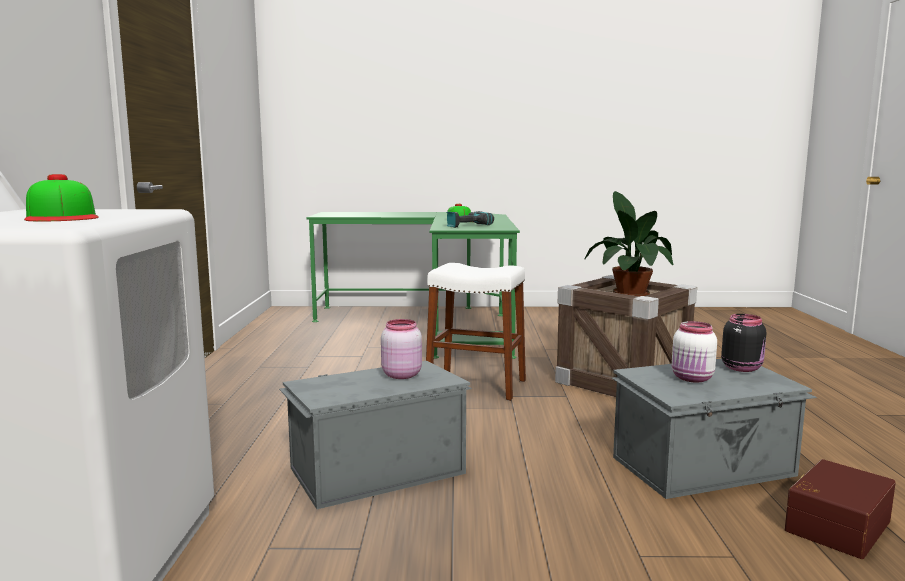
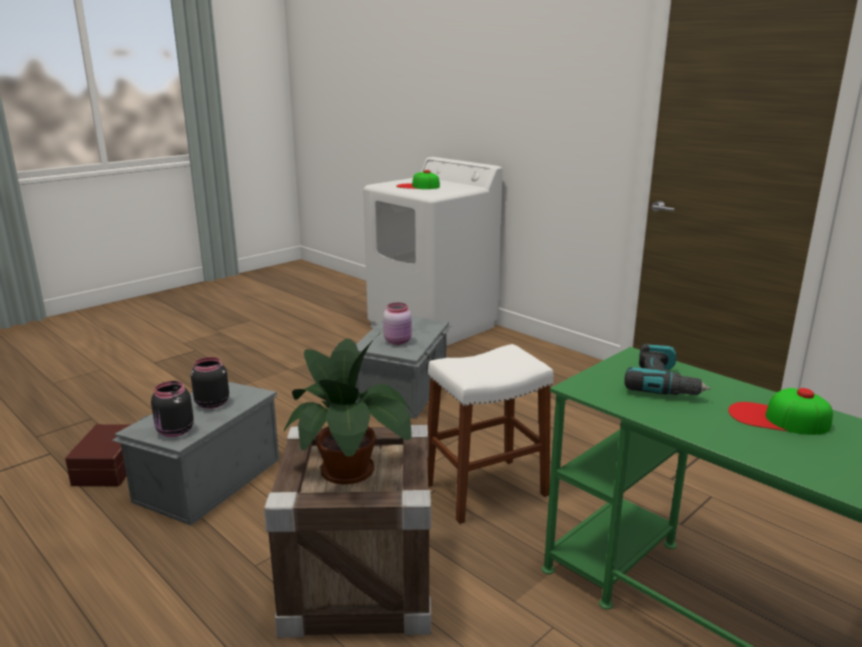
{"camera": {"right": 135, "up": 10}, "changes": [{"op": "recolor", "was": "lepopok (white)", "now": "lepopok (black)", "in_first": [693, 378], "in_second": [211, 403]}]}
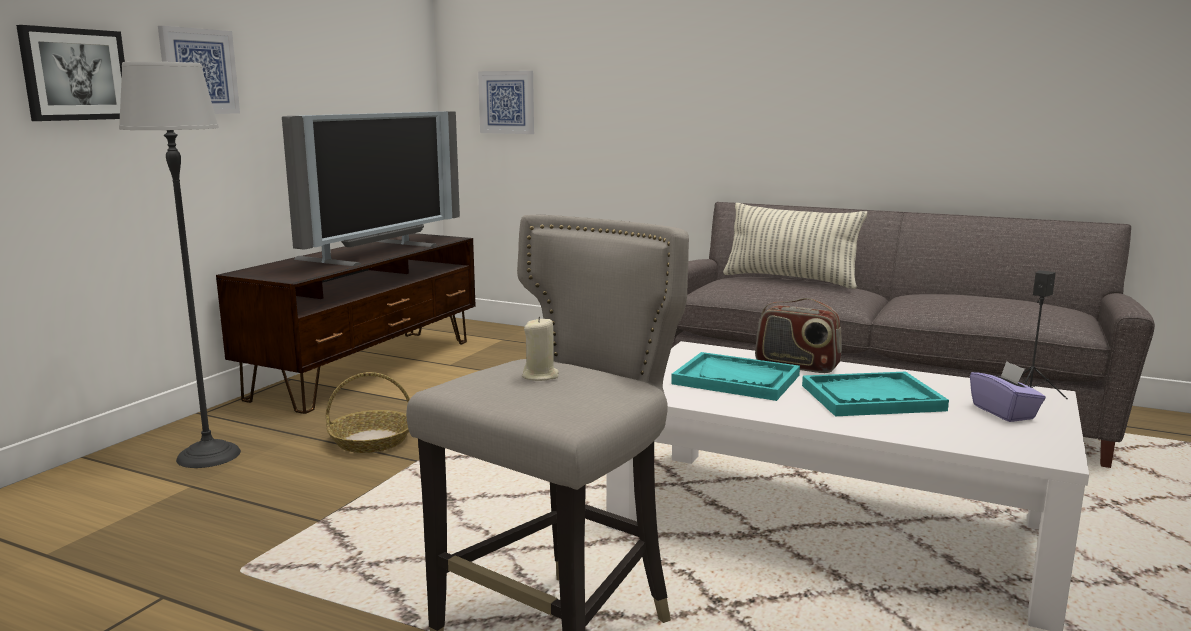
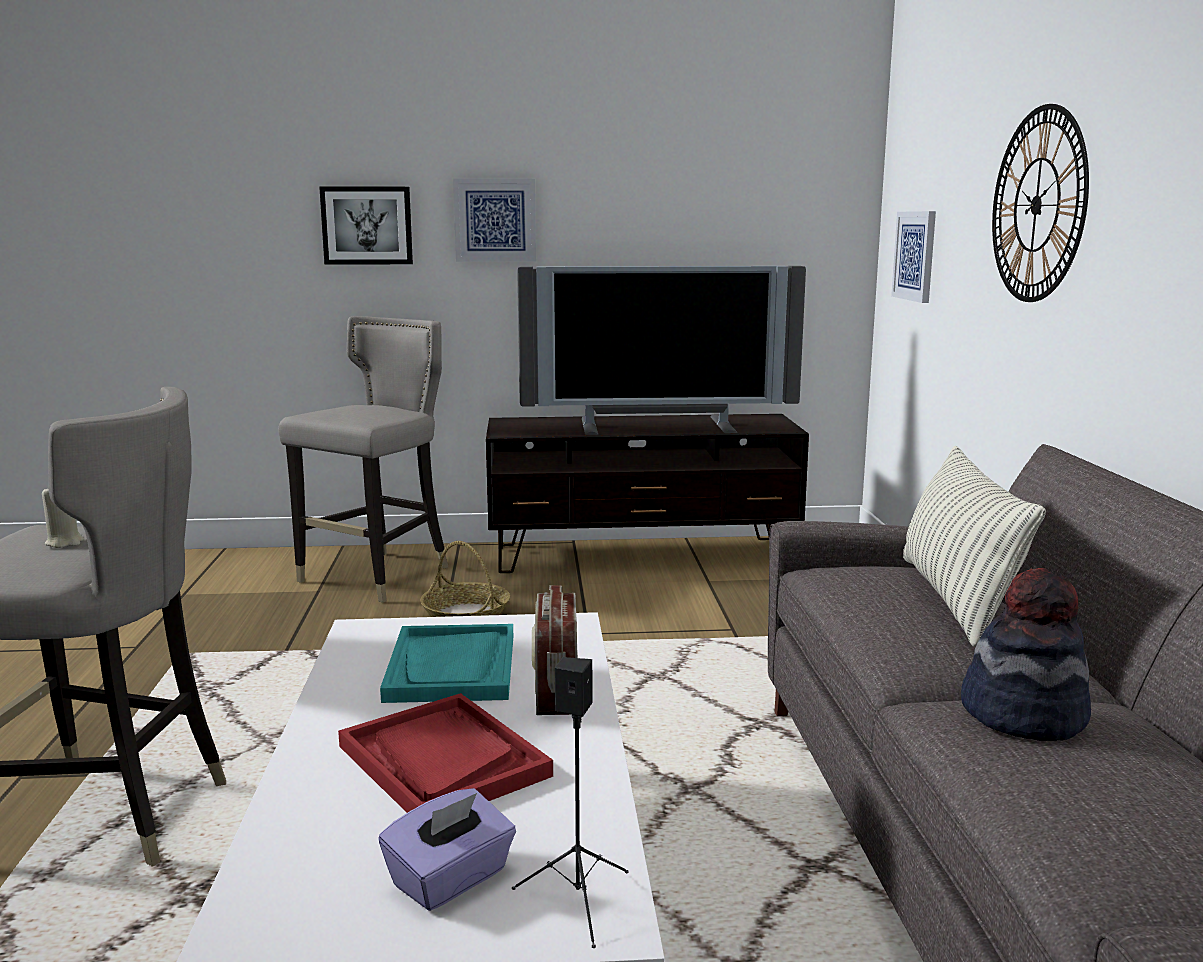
{"camera": {"right": 60, "up": 0}, "changes": [{"op": "replace", "was": "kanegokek", "now": "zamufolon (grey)", "in_first": [209, 455], "in_second": [379, 575]}, {"op": "recolor", "was": "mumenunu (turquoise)", "now": "mumenunu (red)", "in_first": [871, 398], "in_second": [442, 761]}, {"op": "insert", "now": "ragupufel", "in_second": [1037, 205]}, {"op": "insert", "now": "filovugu", "in_second": [1023, 715]}]}
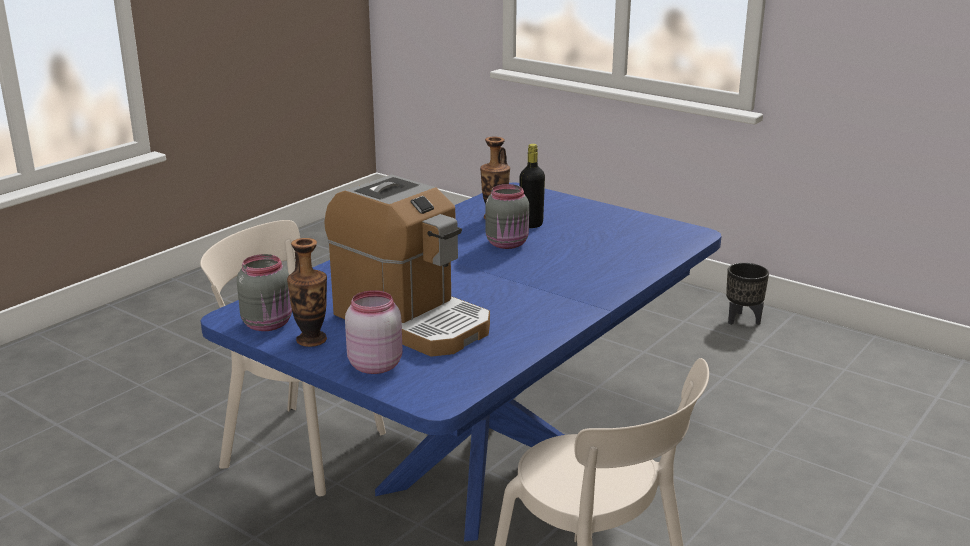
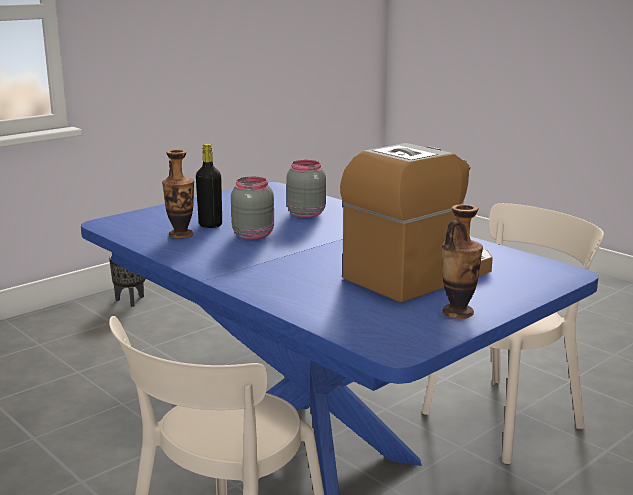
{"camera": {"right": -80, "up": -5}, "changes": [{"op": "move", "was": "lepopok (grey)", "in_first": [269, 324], "in_second": [306, 214]}, {"op": "delete", "was": "lepopok (pink)", "in_first": [374, 365]}]}
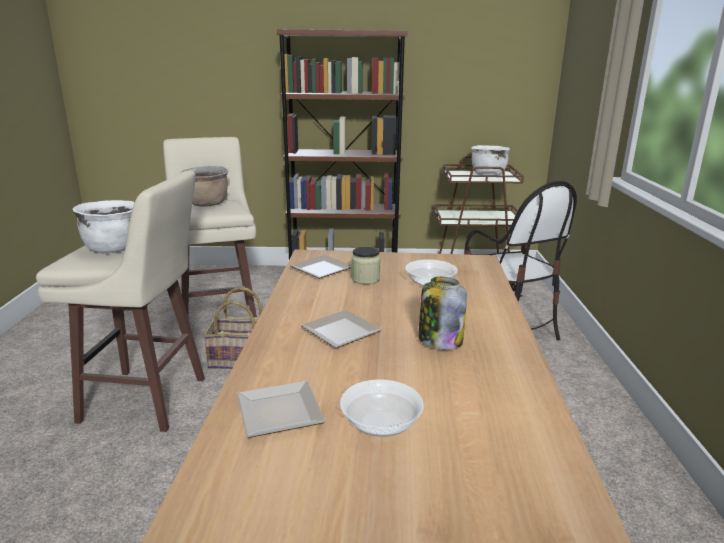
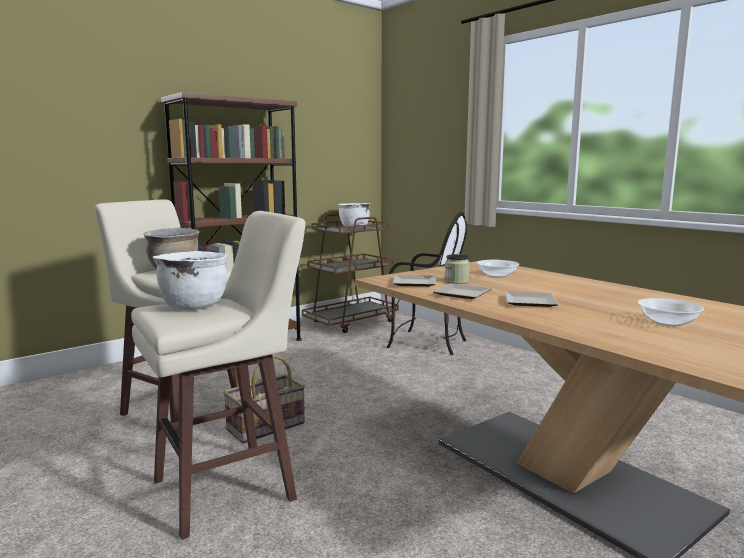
{"camera": {"right": -40, "up": -10}, "changes": [{"op": "delete", "was": "lepopok", "in_first": [439, 340]}, {"op": "move", "was": "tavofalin", "in_first": [277, 415], "in_second": [463, 294]}]}
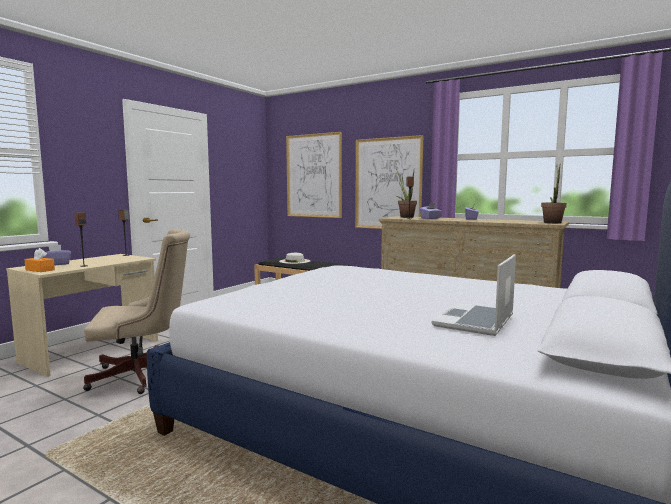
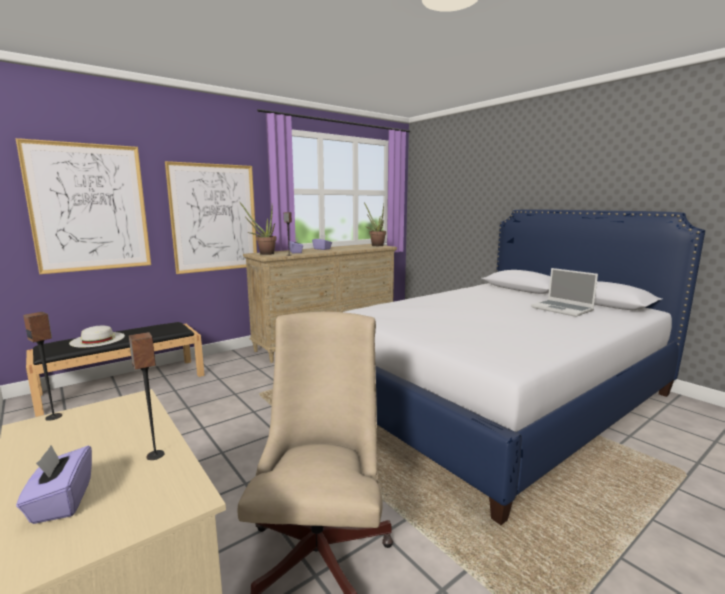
{"camera": {"right": -70, "up": 5}, "changes": [{"op": "delete", "was": "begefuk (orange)", "in_first": [40, 270]}]}
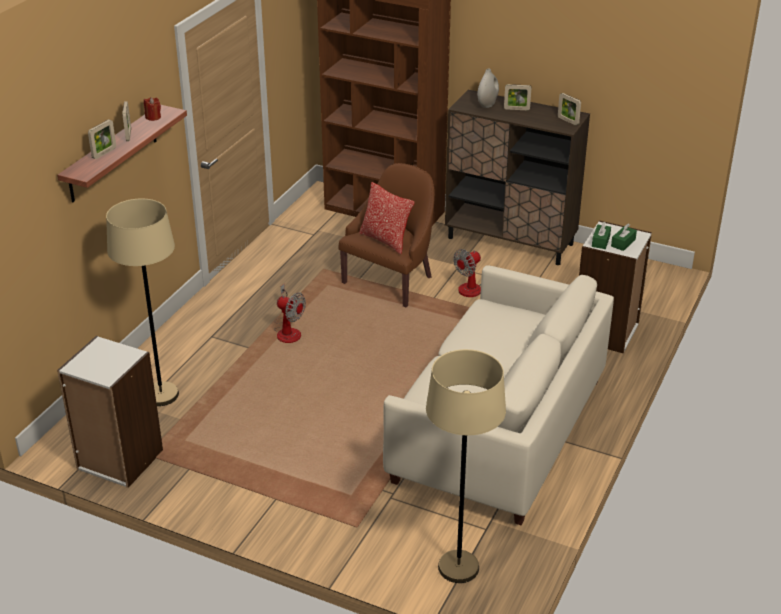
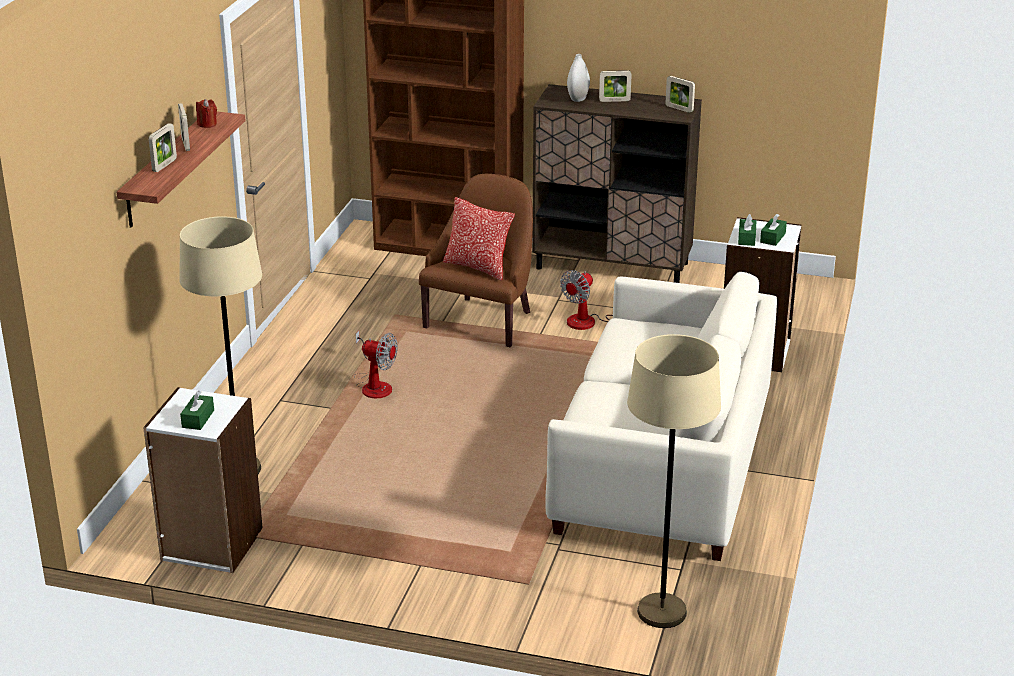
{"camera": {"right": -10, "up": -5}, "changes": [{"op": "insert", "now": "begefuk (green)", "in_second": [198, 419]}]}
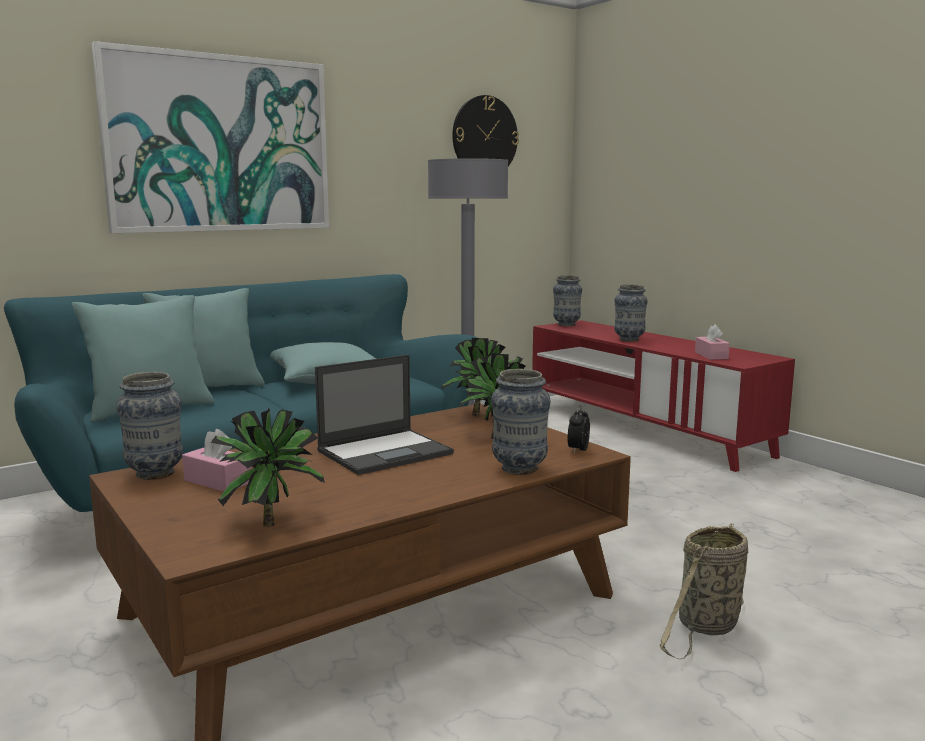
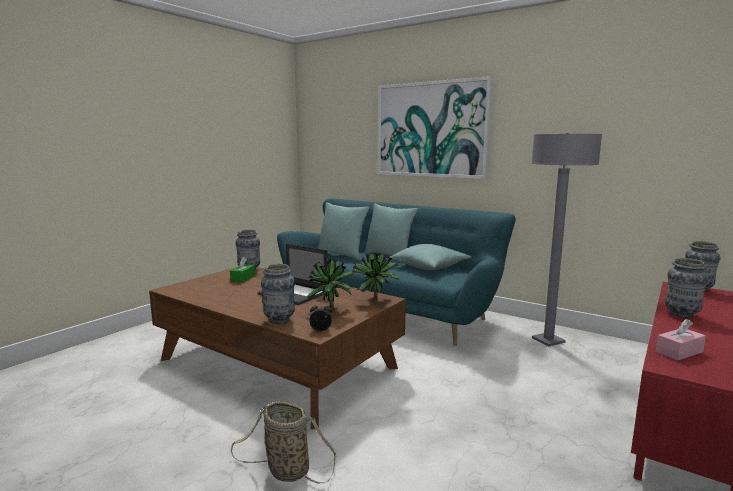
{"camera": {"right": 70, "up": 0}, "changes": [{"op": "delete", "was": "ragupufel", "in_first": [484, 137]}, {"op": "delete", "was": "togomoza", "in_first": [271, 522]}, {"op": "recolor", "was": "begefuk (pink)", "now": "begefuk (green)", "in_first": [218, 481], "in_second": [243, 278]}]}
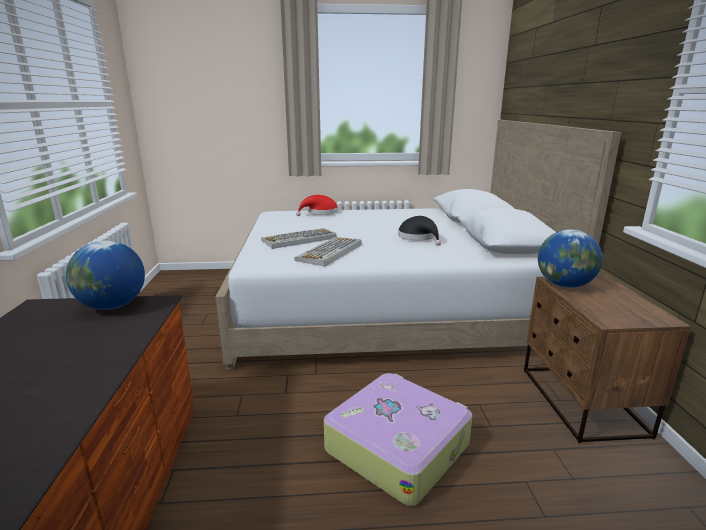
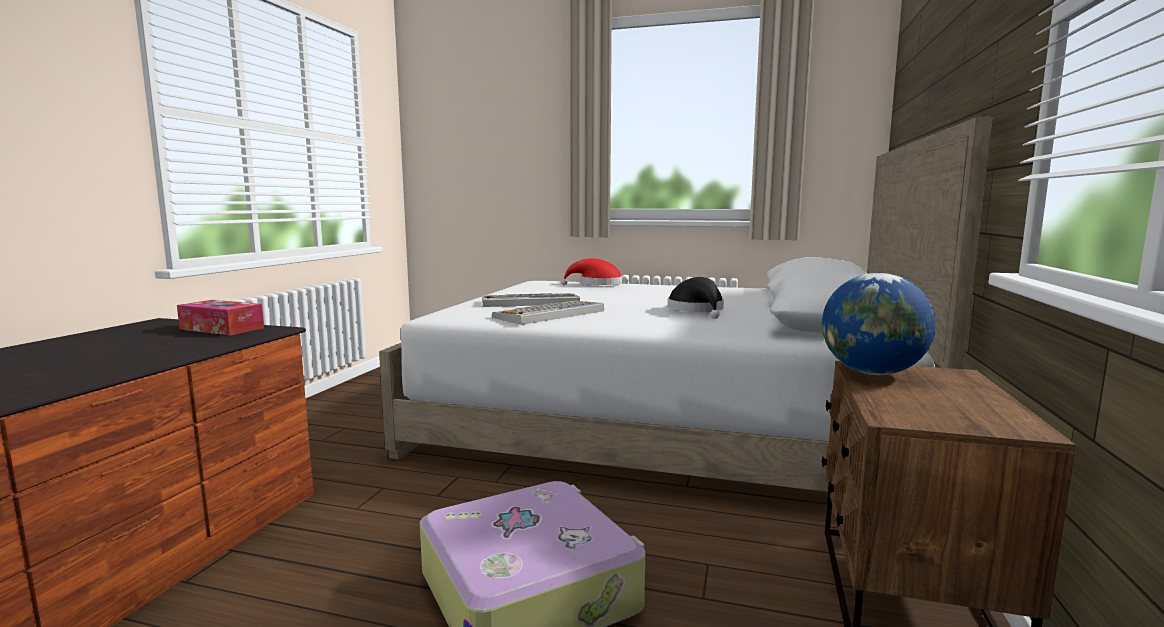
{"camera": {"right": 20, "up": -10}, "changes": [{"op": "replace", "was": "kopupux", "now": "begefuk", "in_first": [112, 306], "in_second": [222, 328]}]}
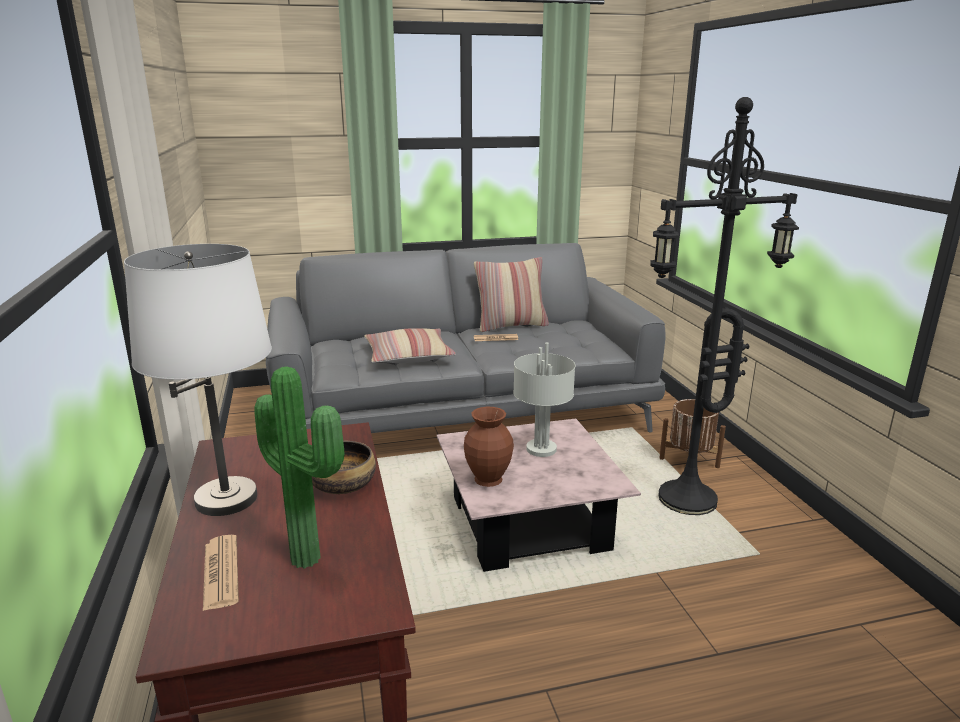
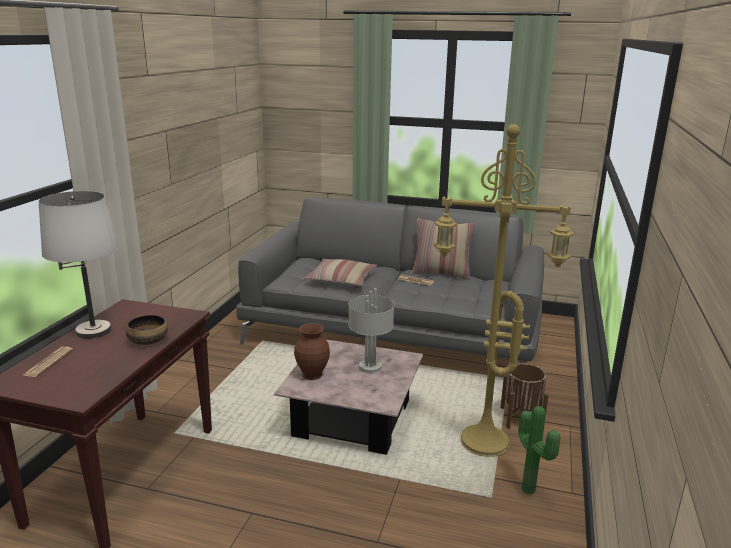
{"camera": {"right": 30, "up": 0}, "changes": [{"op": "recolor", "was": "kanegokek (black)", "now": "kanegokek (yellow)", "in_first": [687, 502], "in_second": [482, 444]}, {"op": "move", "was": "togomoza", "in_first": [310, 556], "in_second": [530, 489]}]}
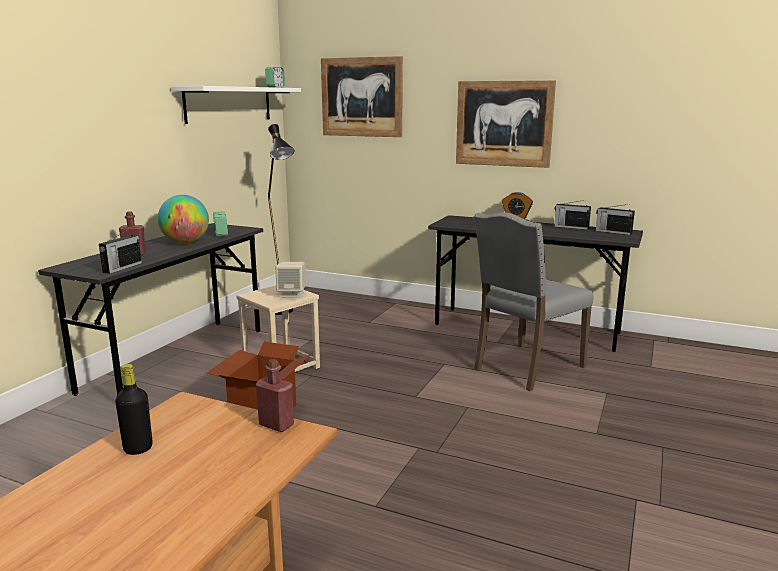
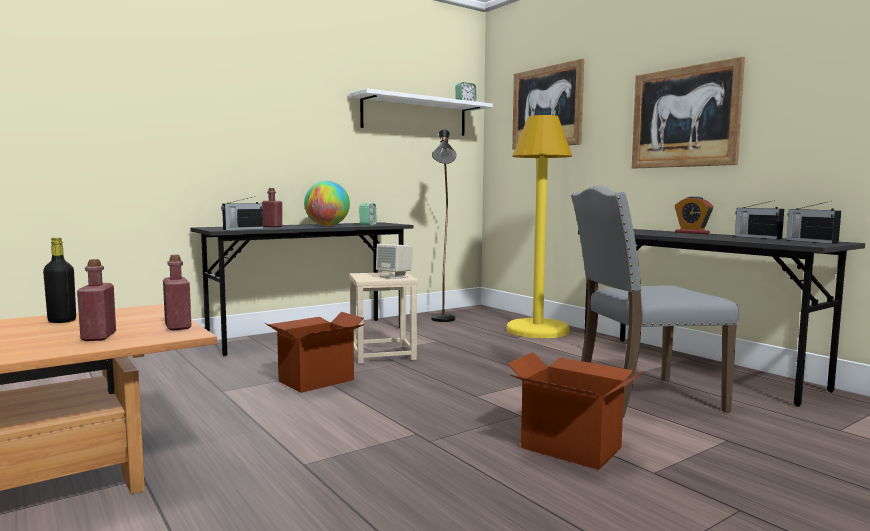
{"camera": {"right": 30, "up": -10}, "changes": [{"op": "insert", "now": "kanegokek (yellow)", "in_second": [537, 330]}, {"op": "insert", "now": "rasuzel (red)", "in_second": [98, 337]}, {"op": "insert", "now": "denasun", "in_second": [571, 447]}]}
